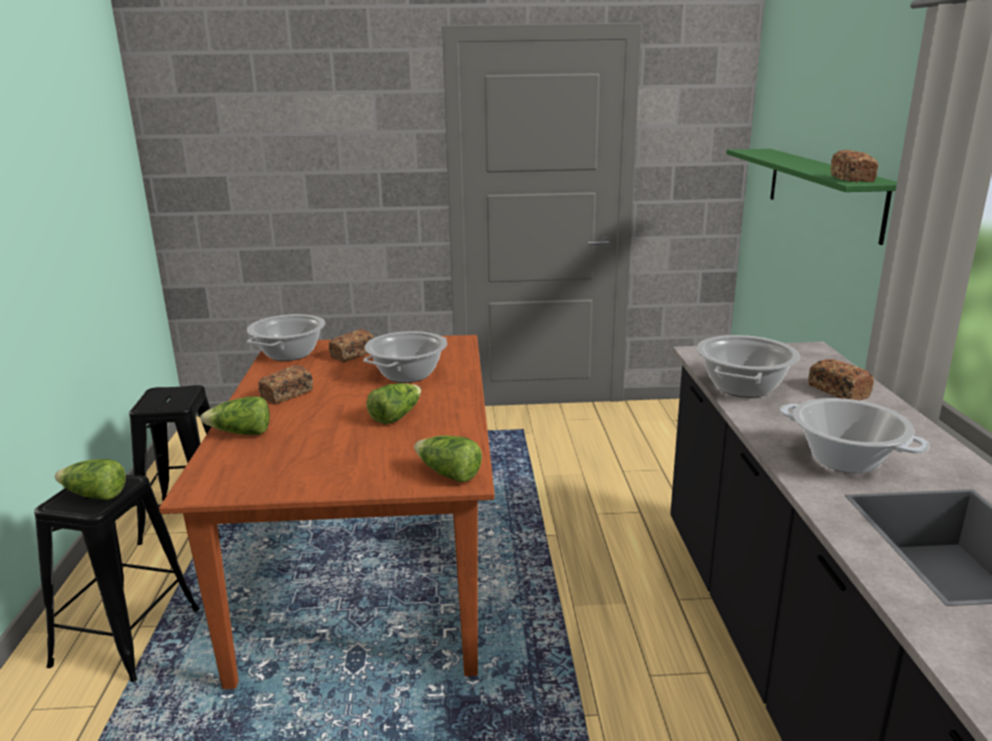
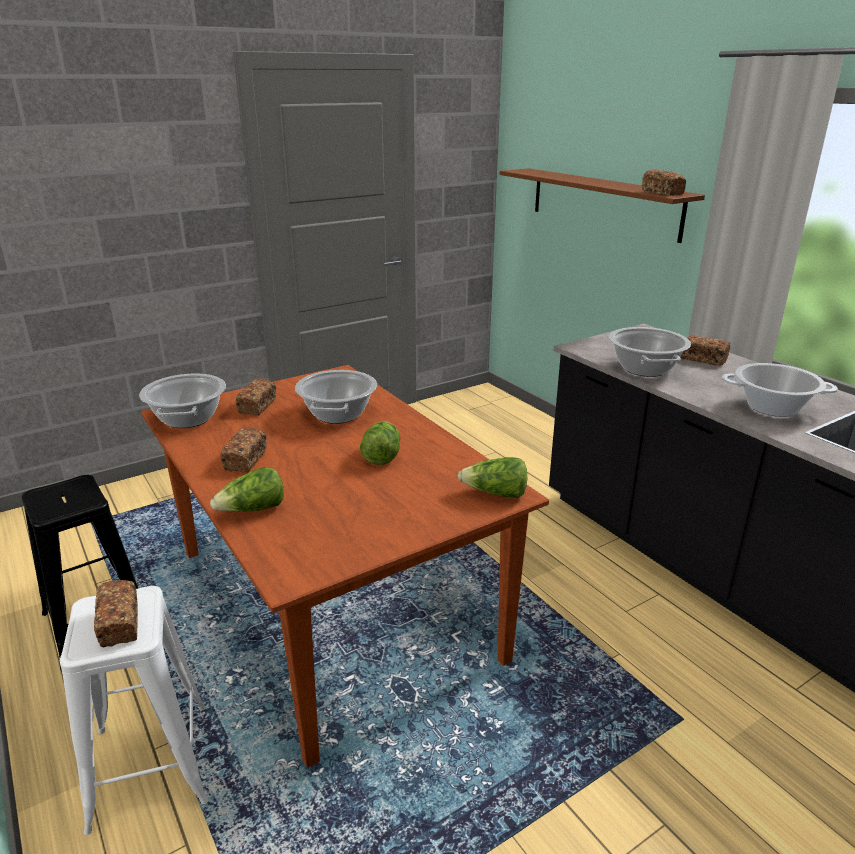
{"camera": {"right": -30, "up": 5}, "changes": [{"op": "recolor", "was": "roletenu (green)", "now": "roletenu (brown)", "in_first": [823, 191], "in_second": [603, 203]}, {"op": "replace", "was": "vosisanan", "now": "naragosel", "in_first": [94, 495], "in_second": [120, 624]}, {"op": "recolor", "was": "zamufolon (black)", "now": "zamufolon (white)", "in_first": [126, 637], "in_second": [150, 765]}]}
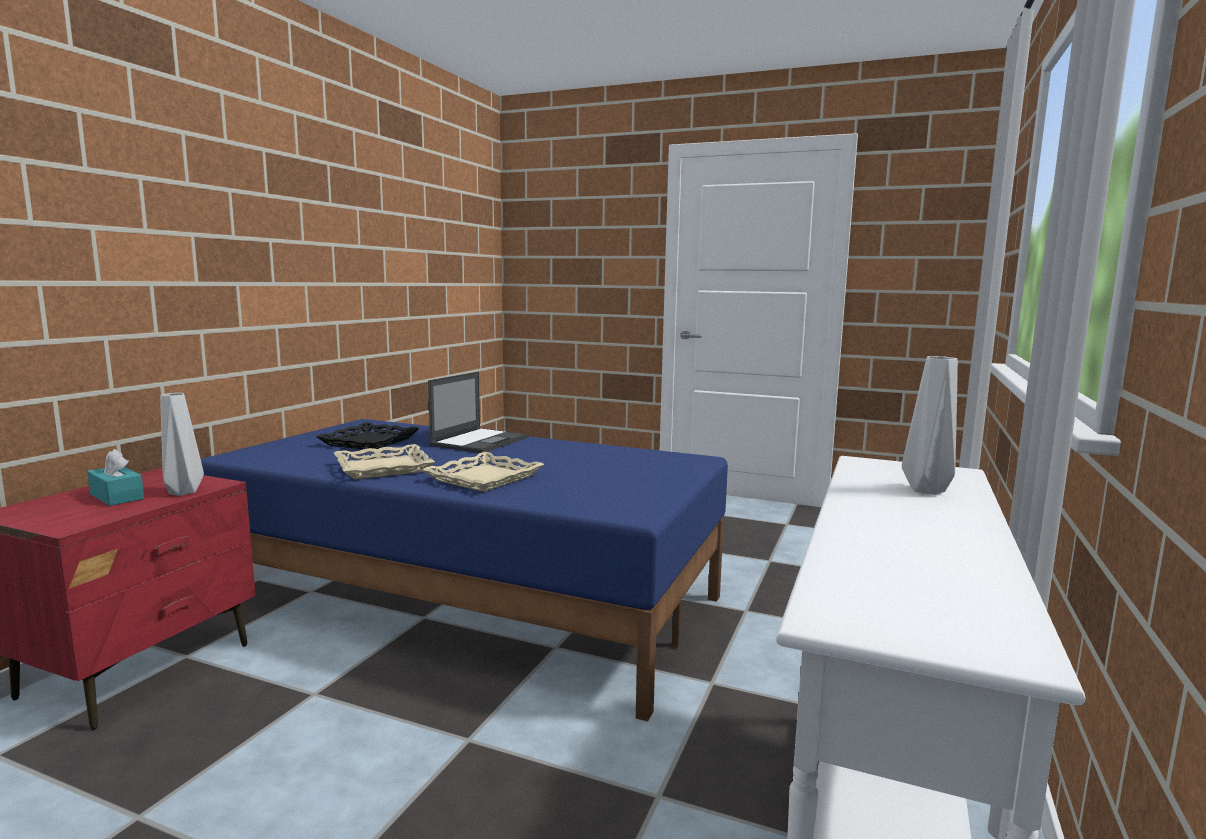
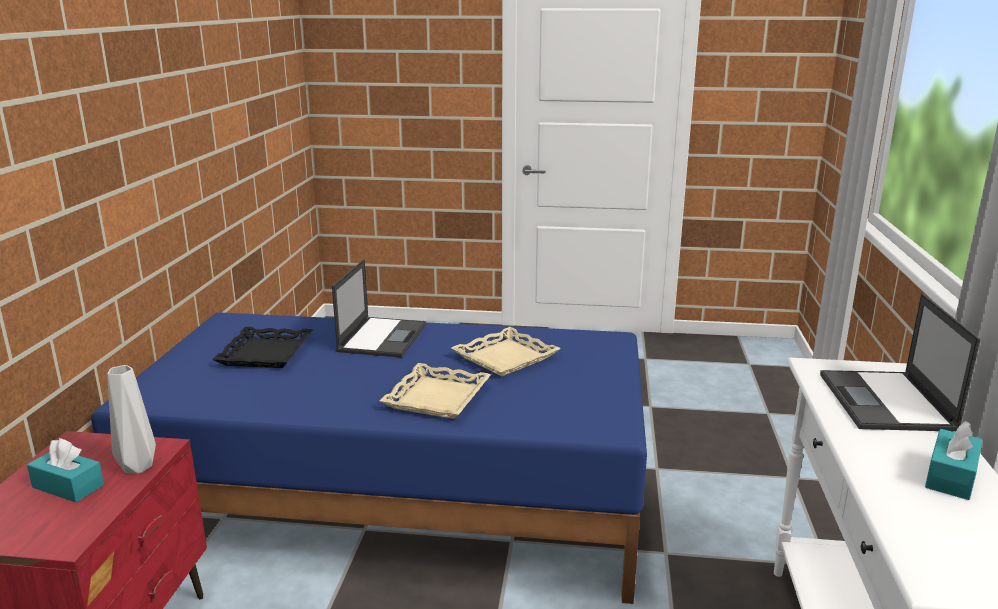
{"camera": {"right": -15, "up": 10}, "changes": [{"op": "replace", "was": "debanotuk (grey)", "now": "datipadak", "in_first": [924, 490], "in_second": [886, 402]}, {"op": "move", "was": "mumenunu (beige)", "in_first": [383, 468], "in_second": [505, 357]}, {"op": "insert", "now": "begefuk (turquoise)", "in_second": [950, 476]}]}
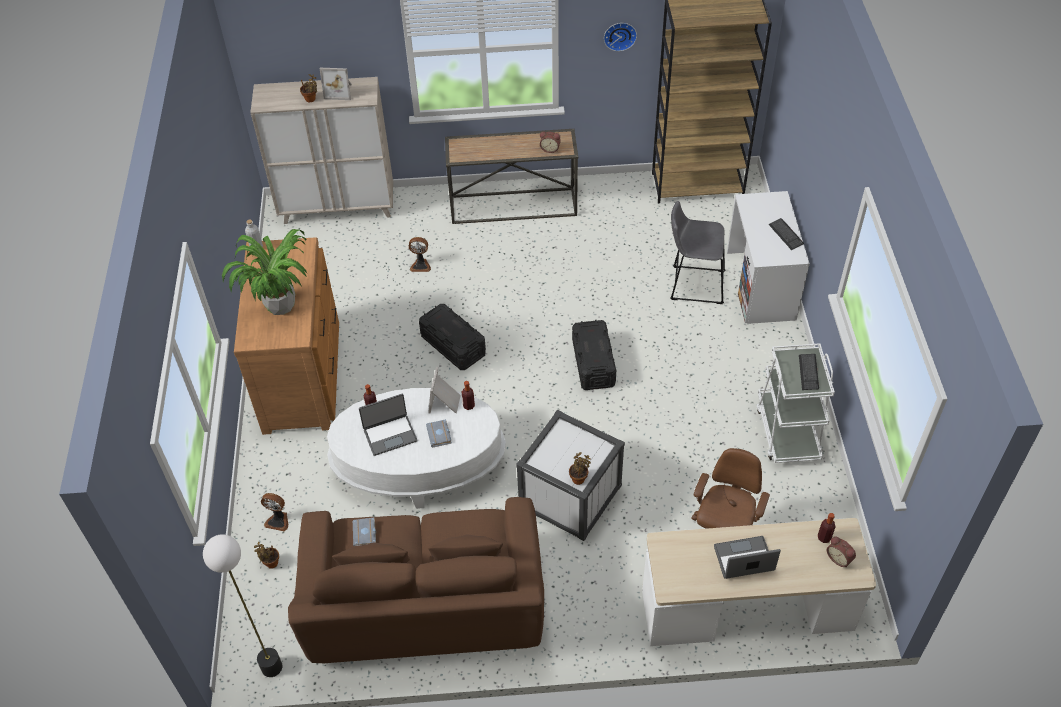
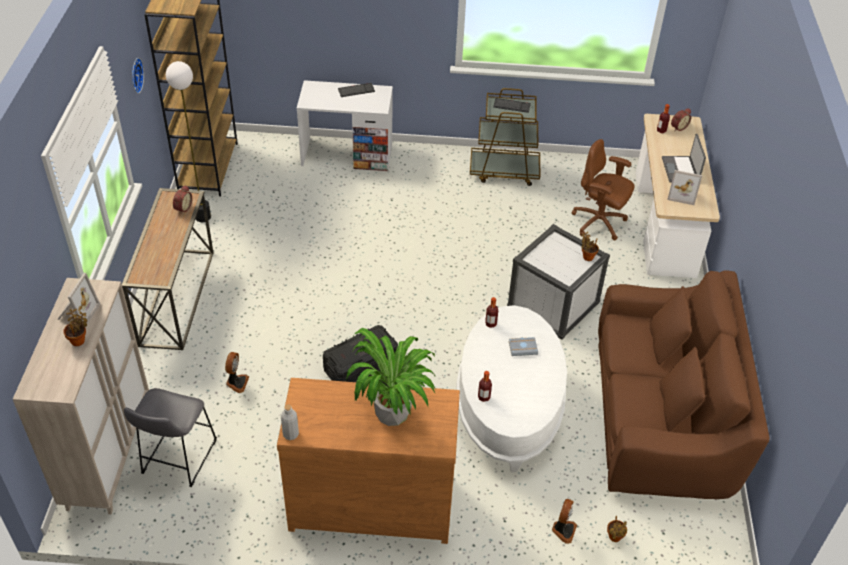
{"camera": {"right": -85, "up": -5}, "changes": [{"op": "move", "was": "zamufolon (grey)", "in_first": [694, 284], "in_second": [177, 460]}, {"op": "delete", "was": "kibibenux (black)", "in_first": [593, 363]}, {"op": "recolor", "was": "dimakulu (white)", "now": "dimakulu (brown)", "in_first": [787, 431], "in_second": [504, 171]}, {"op": "move", "was": "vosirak", "in_first": [445, 402], "in_second": [682, 194]}, {"op": "delete", "was": "datipadak", "in_first": [390, 434]}, {"op": "delete", "was": "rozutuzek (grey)", "in_first": [365, 534]}, {"op": "move", "was": "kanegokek", "in_first": [271, 667], "in_second": [203, 217]}]}
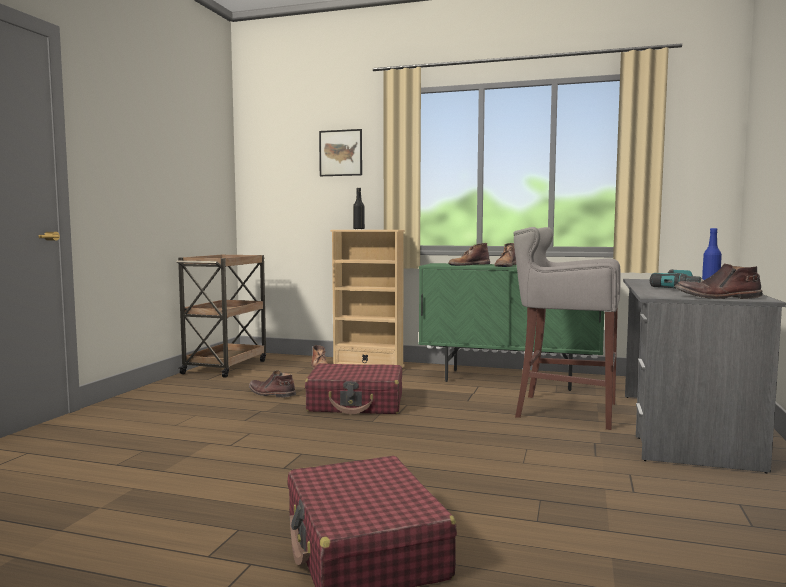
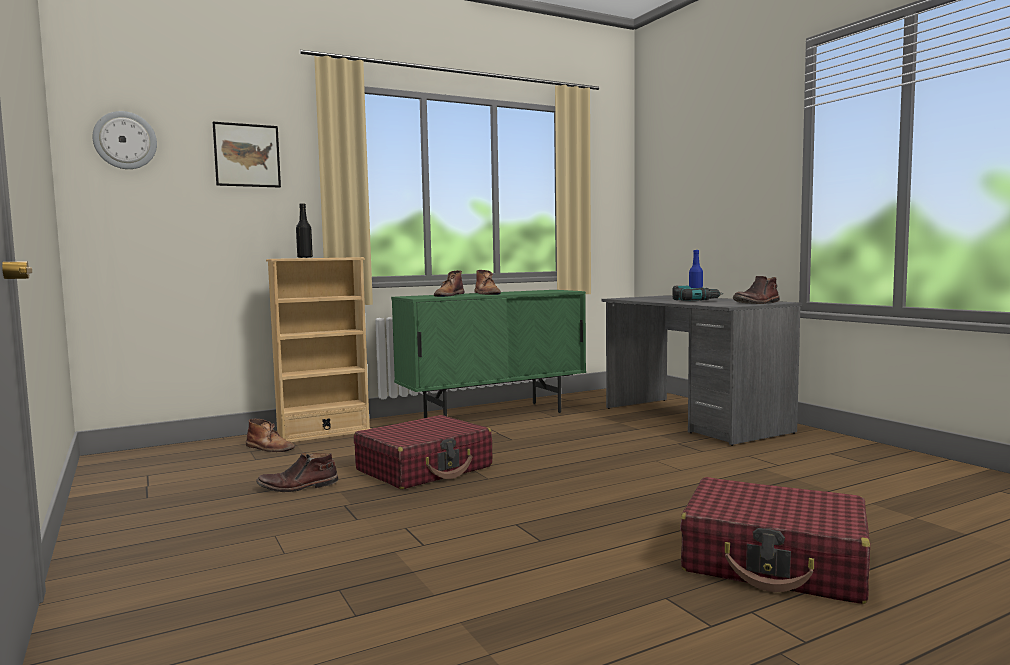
{"camera": {"right": -45, "up": 0}, "changes": [{"op": "delete", "was": "zamufolon (grey)", "in_first": [563, 410]}, {"op": "delete", "was": "dimakulu (brown)", "in_first": [226, 366]}, {"op": "insert", "now": "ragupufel", "in_second": [125, 140]}]}
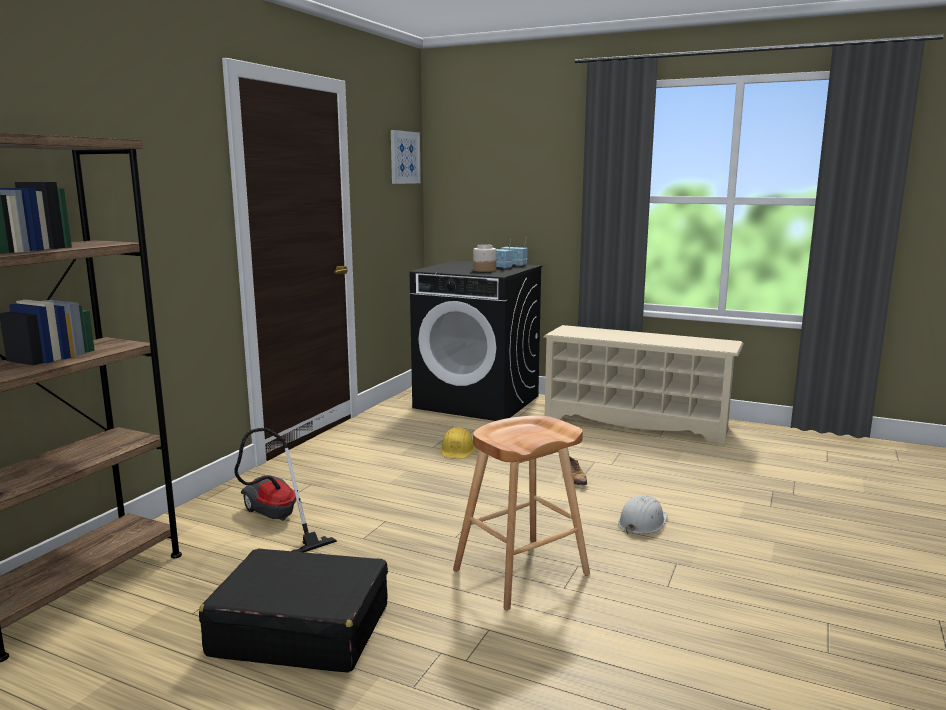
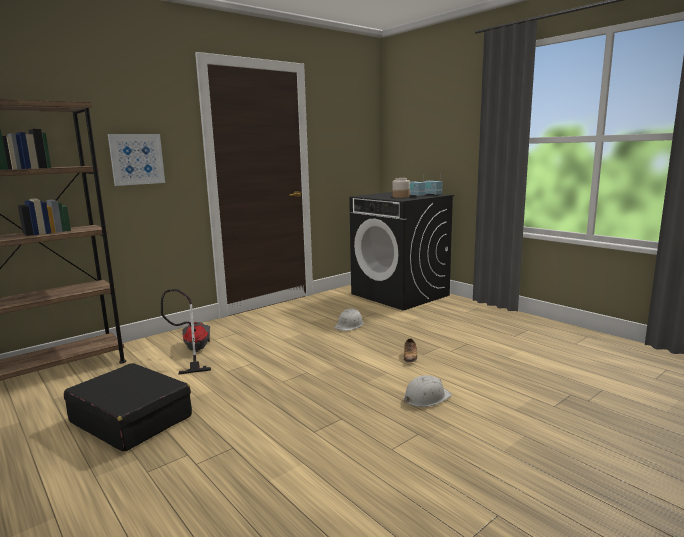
{"camera": {"right": 25, "up": 0}, "changes": [{"op": "move", "was": "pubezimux", "in_first": [404, 157], "in_second": [137, 159]}, {"op": "delete", "was": "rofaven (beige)", "in_first": [637, 422]}, {"op": "delete", "was": "zamufolon (brown)", "in_first": [520, 572]}, {"op": "recolor", "was": "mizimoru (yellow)", "now": "mizimoru (white)", "in_first": [457, 450], "in_second": [349, 325]}]}
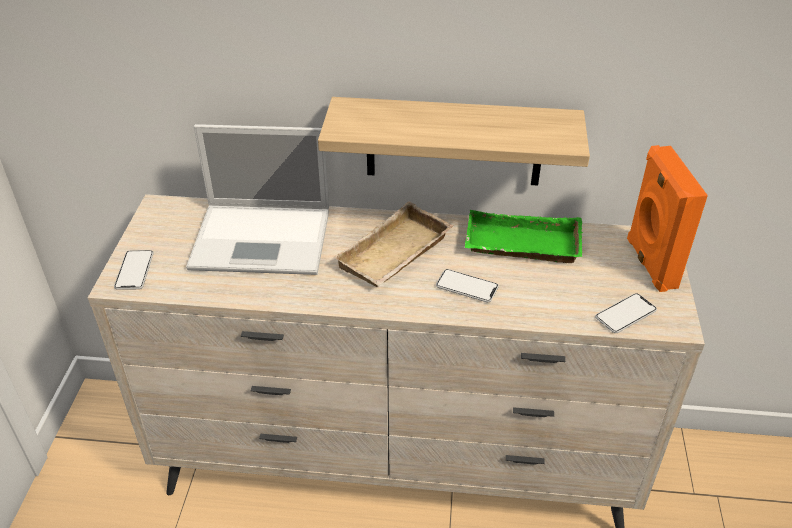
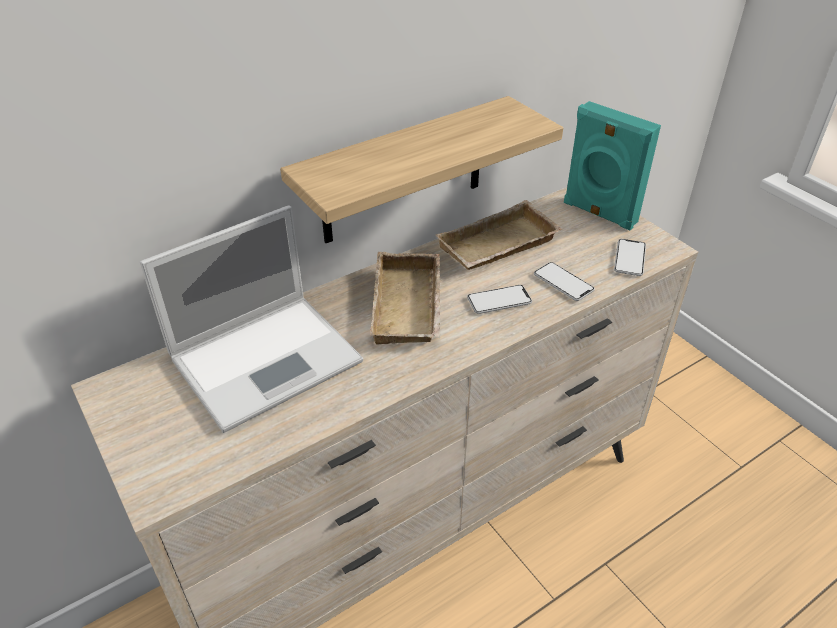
{"camera": {"right": -40, "up": 0}, "changes": [{"op": "recolor", "was": "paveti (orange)", "now": "paveti (turquoise)", "in_first": [649, 263], "in_second": [598, 213]}, {"op": "recolor", "was": "mumenunu (green)", "now": "mumenunu (beige)", "in_first": [520, 246], "in_second": [498, 246]}, {"op": "move", "was": "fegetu", "in_first": [134, 271], "in_second": [563, 282]}]}
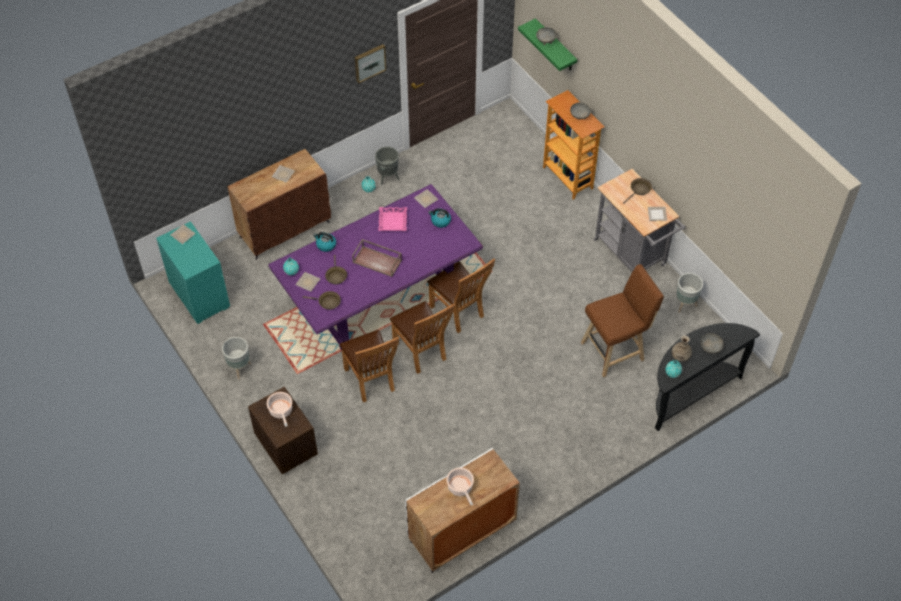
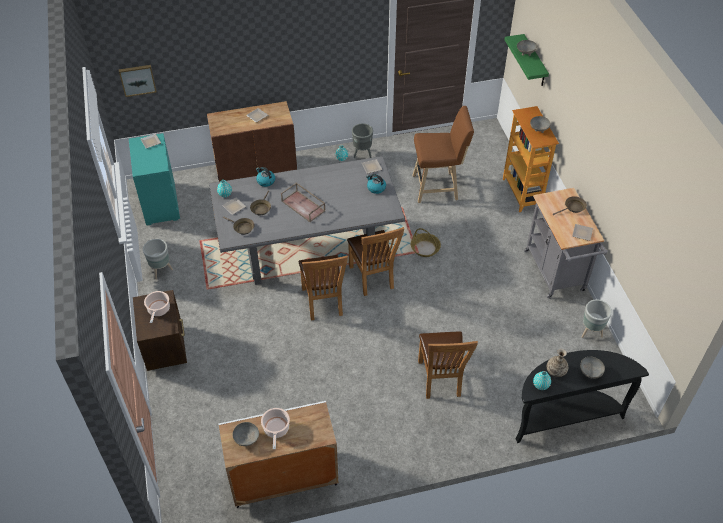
{"camera": {"right": 20, "up": -5}, "changes": [{"op": "move", "was": "pubezimux", "in_first": [369, 62], "in_second": [137, 79]}, {"op": "recolor", "was": "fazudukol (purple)", "now": "fazudukol (grey)", "in_first": [379, 298], "in_second": [307, 247]}, {"op": "delete", "was": "mumenunu (pink)", "in_first": [393, 221]}, {"op": "move", "was": "zamufolon (brown)", "in_first": [615, 350], "in_second": [438, 187]}, {"op": "move", "was": "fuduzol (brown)", "in_first": [371, 381], "in_second": [440, 381]}, {"op": "insert", "now": "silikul", "in_second": [425, 248]}, {"op": "insert", "now": "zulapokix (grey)", "in_second": [246, 439]}]}
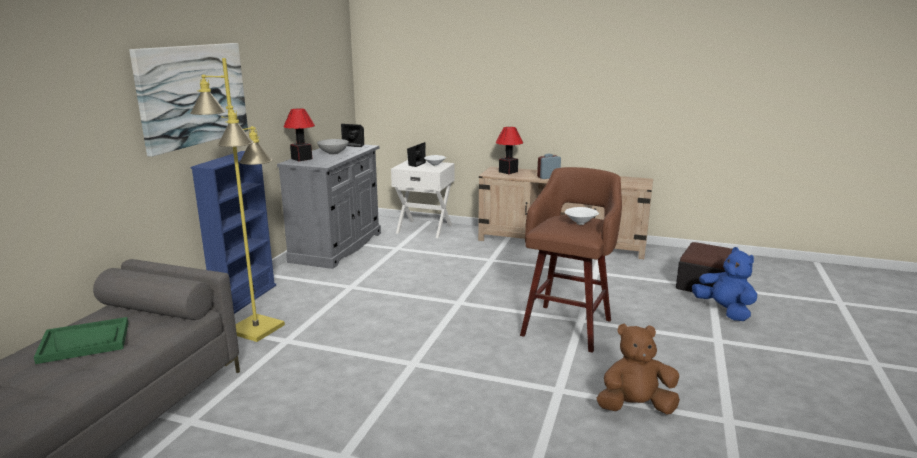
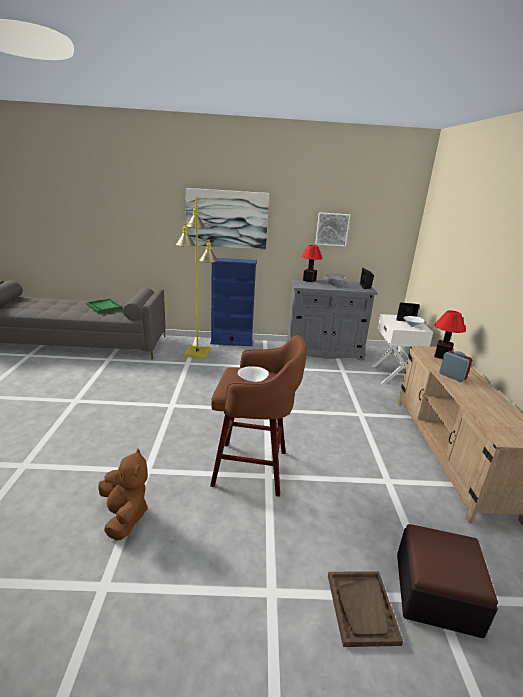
{"camera": {"right": 70, "up": 5}, "changes": [{"op": "replace", "was": "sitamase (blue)", "now": "mumenunu (brown)", "in_first": [724, 311], "in_second": [362, 608]}, {"op": "insert", "now": "pubezimux", "in_second": [332, 229]}]}
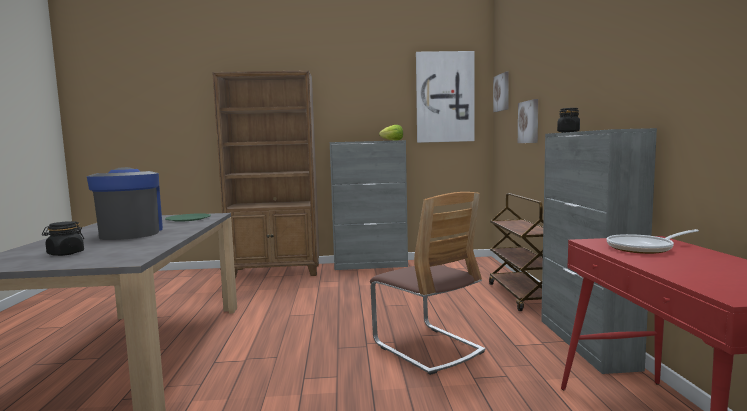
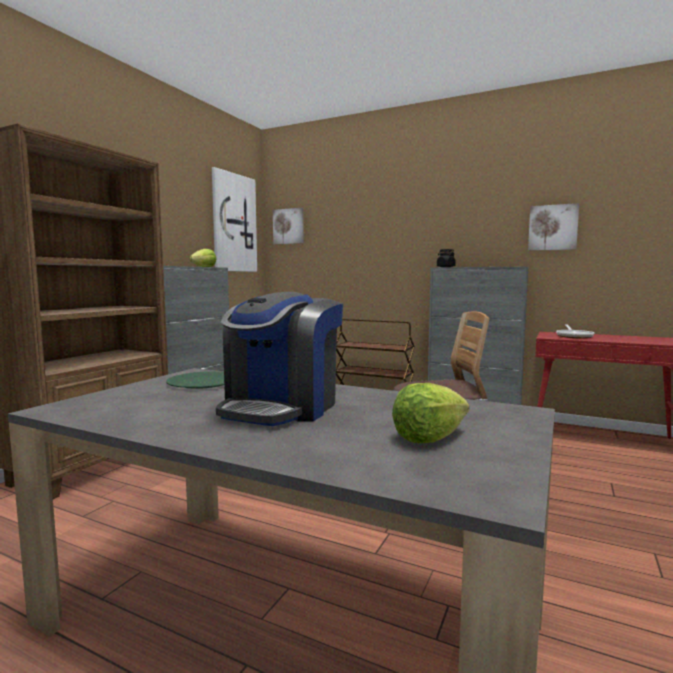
{"camera": {"right": -60, "up": 0}, "changes": [{"op": "move", "was": "pubezimux", "in_first": [529, 122], "in_second": [553, 227]}, {"op": "rotate", "was": "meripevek", "in_first": [130, 233], "in_second": [282, 407], "clockwise": -75}, {"op": "replace", "was": "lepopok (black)", "now": "vosisanan", "in_first": [65, 253], "in_second": [429, 438]}]}
